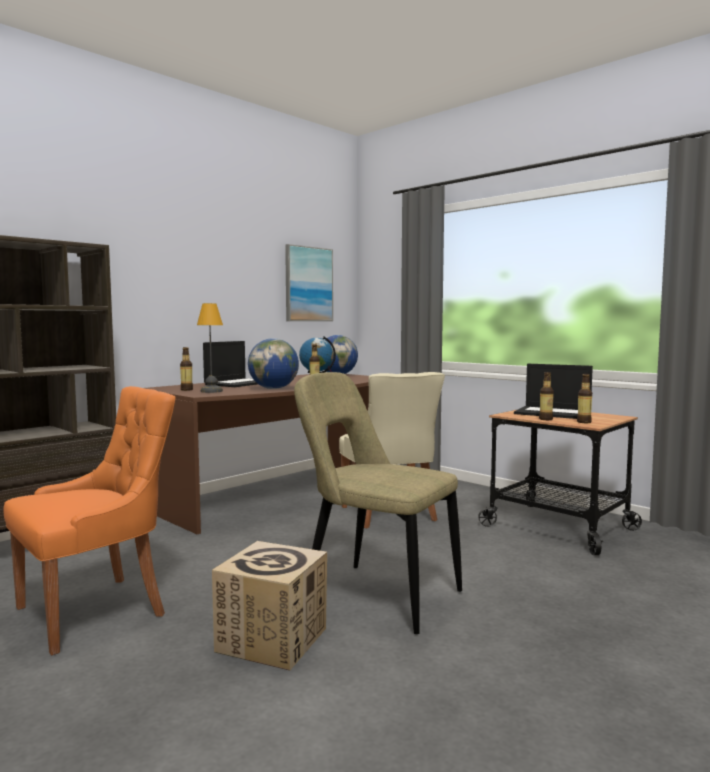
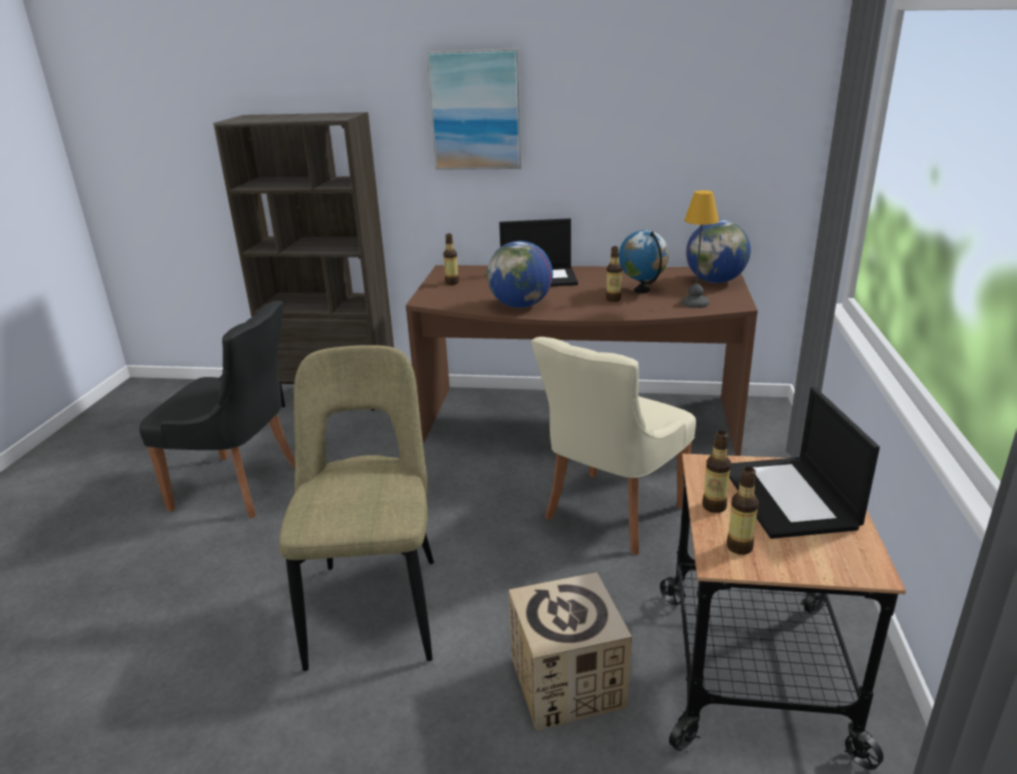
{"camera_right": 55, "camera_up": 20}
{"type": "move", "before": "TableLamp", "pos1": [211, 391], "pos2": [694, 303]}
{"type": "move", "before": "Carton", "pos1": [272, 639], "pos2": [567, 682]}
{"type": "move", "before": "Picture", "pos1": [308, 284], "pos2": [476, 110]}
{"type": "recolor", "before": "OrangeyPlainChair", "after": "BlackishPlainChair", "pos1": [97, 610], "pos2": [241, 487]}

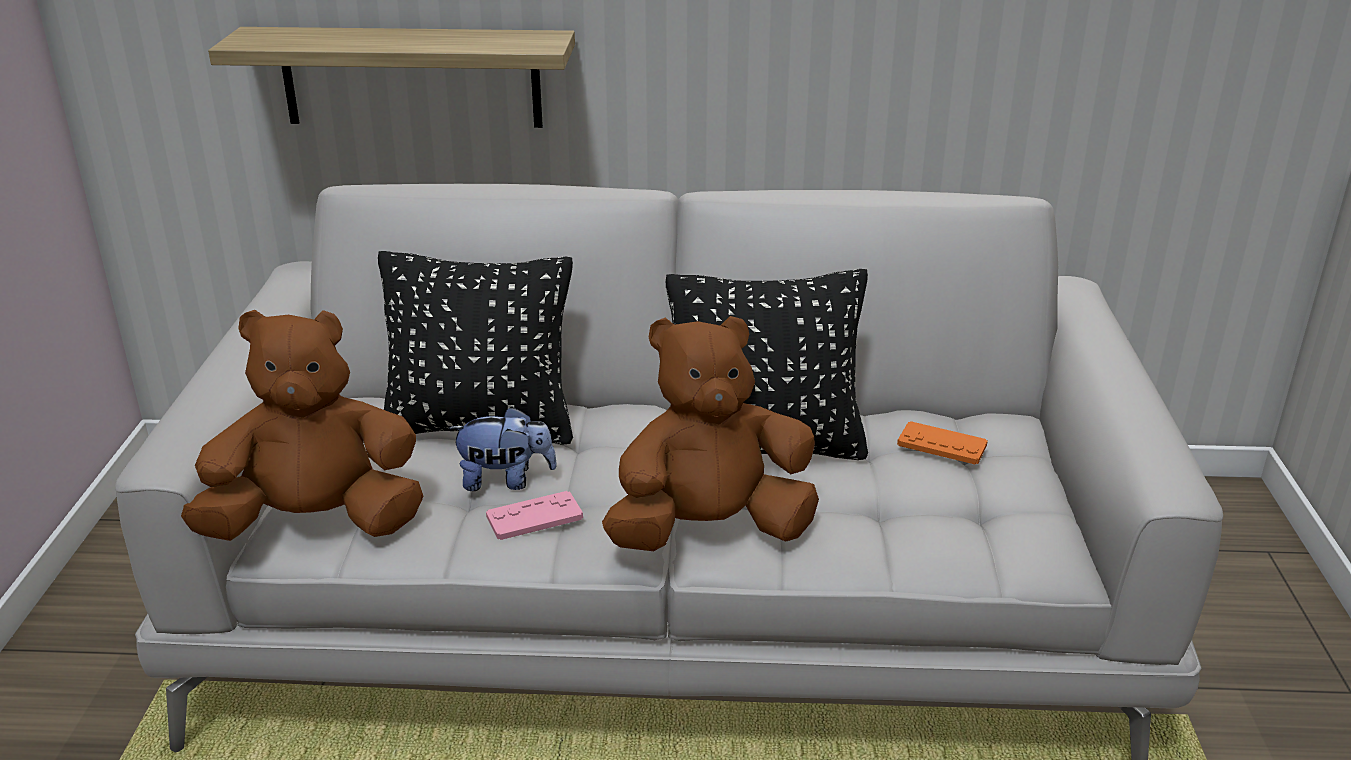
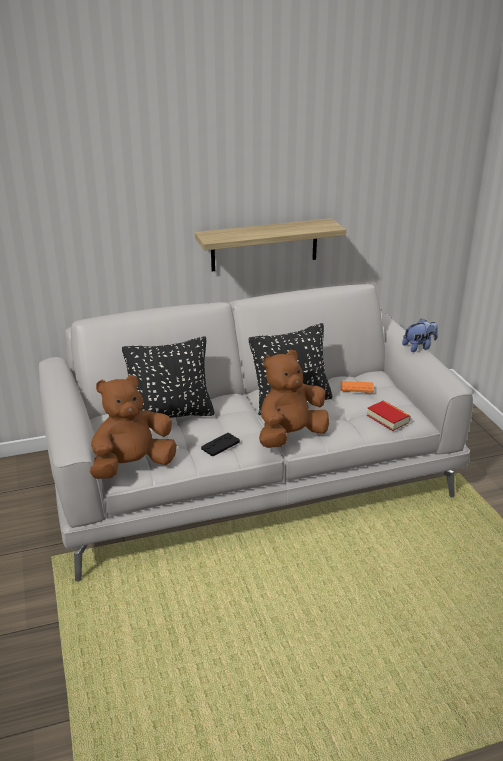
{"camera_right": -20, "camera_up": 0}
{"type": "insert", "after": "Book", "pos2": [388, 419]}
{"type": "move", "before": "Shelf", "pos1": [411, 77], "pos2": [264, 245]}
{"type": "move", "before": "CuddlyToy", "pos1": [506, 480], "pos2": [419, 347]}
{"type": "recolor", "before": "PinkGamepad", "after": "BlackishGamepad", "pos1": [534, 517], "pos2": [220, 445]}

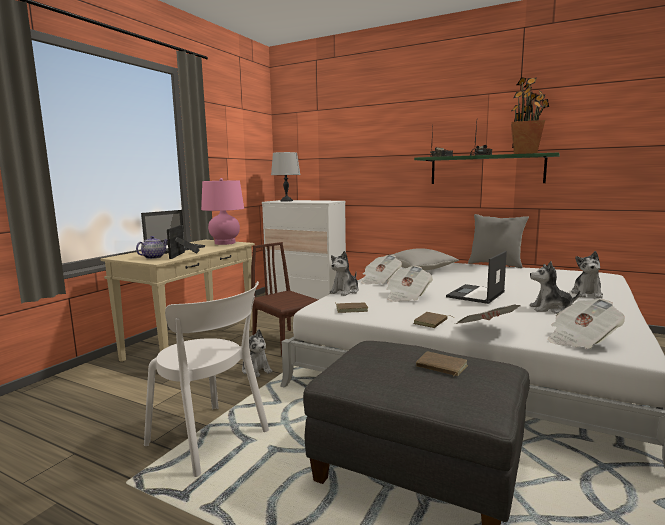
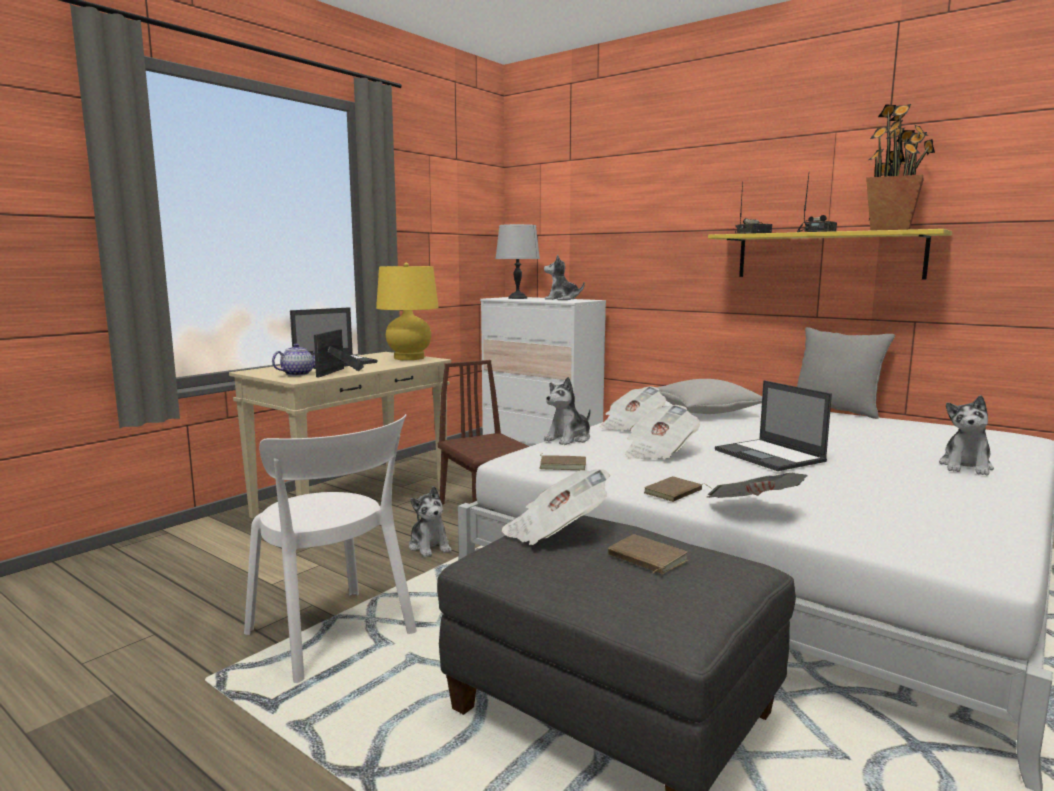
{"camera_right": 10, "camera_up": 0}
{"type": "move", "before": "CuddlyToy", "pos1": [551, 309], "pos2": [562, 299]}
{"type": "move", "before": "Newspaper", "pos1": [580, 340], "pos2": [555, 532]}
{"type": "recolor", "before": "PinkTableLamp", "after": "YellowishTableLamp", "pos1": [225, 243], "pos2": [409, 358]}
{"type": "recolor", "before": "GreenColouredShelf", "after": "YellowishShelf", "pos1": [486, 170], "pos2": [827, 255]}
{"type": "rotate", "before": "NotebookComputer", "pos1": [475, 294], "pos2": [770, 456], "turn": -75}

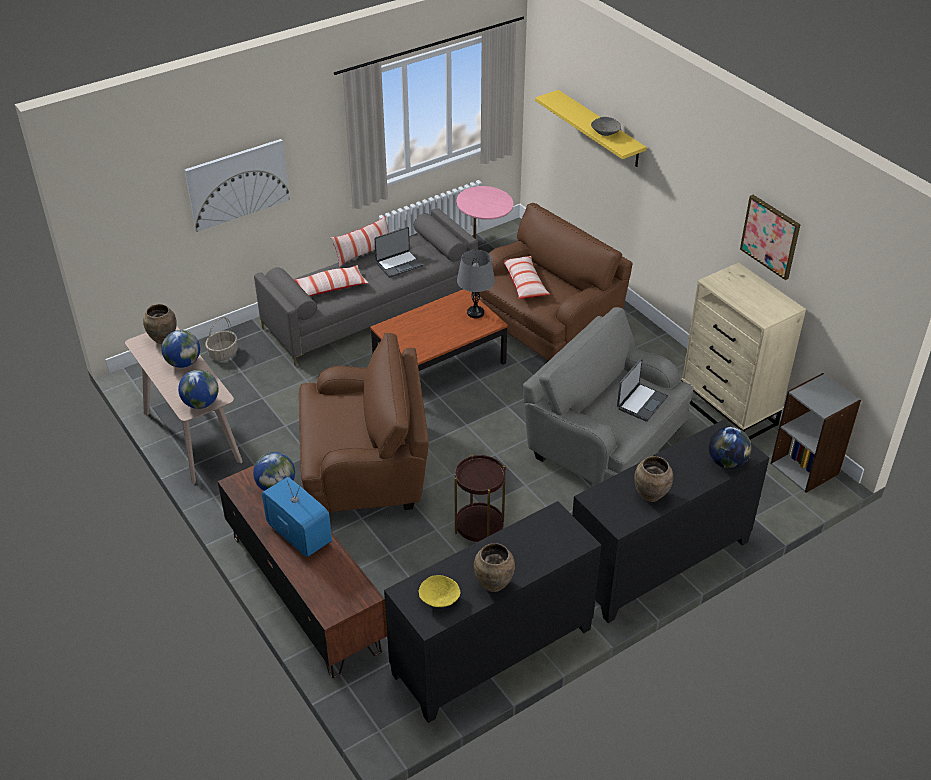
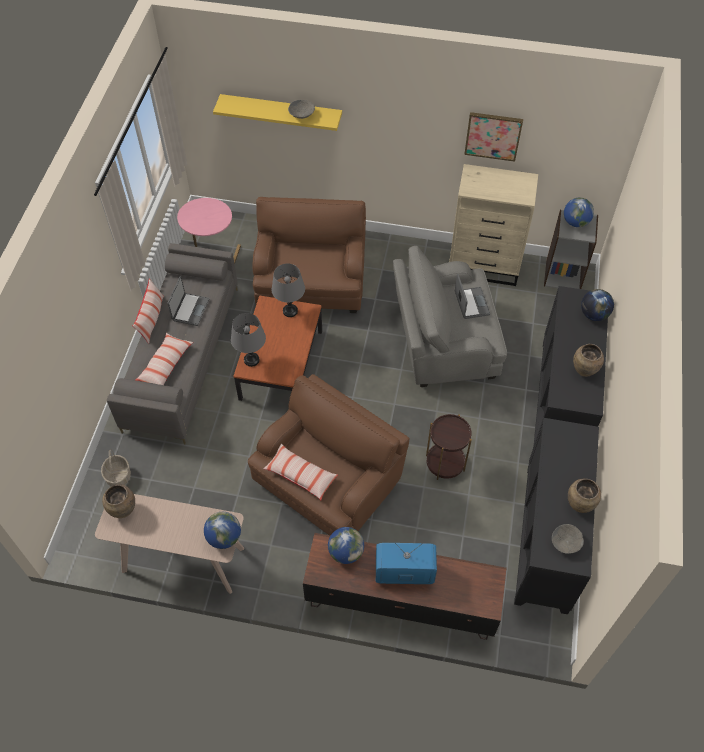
{"camera_right": -45, "camera_up": 15}
{"type": "delete", "before": "Picture", "pos1": [237, 184]}
{"type": "insert", "after": "GrayTableLamp", "pos2": [251, 360]}
{"type": "move", "before": "Globe", "pos1": [183, 363], "pos2": [575, 222]}
{"type": "move", "before": "ThrowPillow", "pos1": [524, 283], "pos2": [301, 475]}
{"type": "recolor", "before": "YellowishServingBowl", "after": "GrayServingBowl", "pos1": [439, 599], "pos2": [565, 542]}

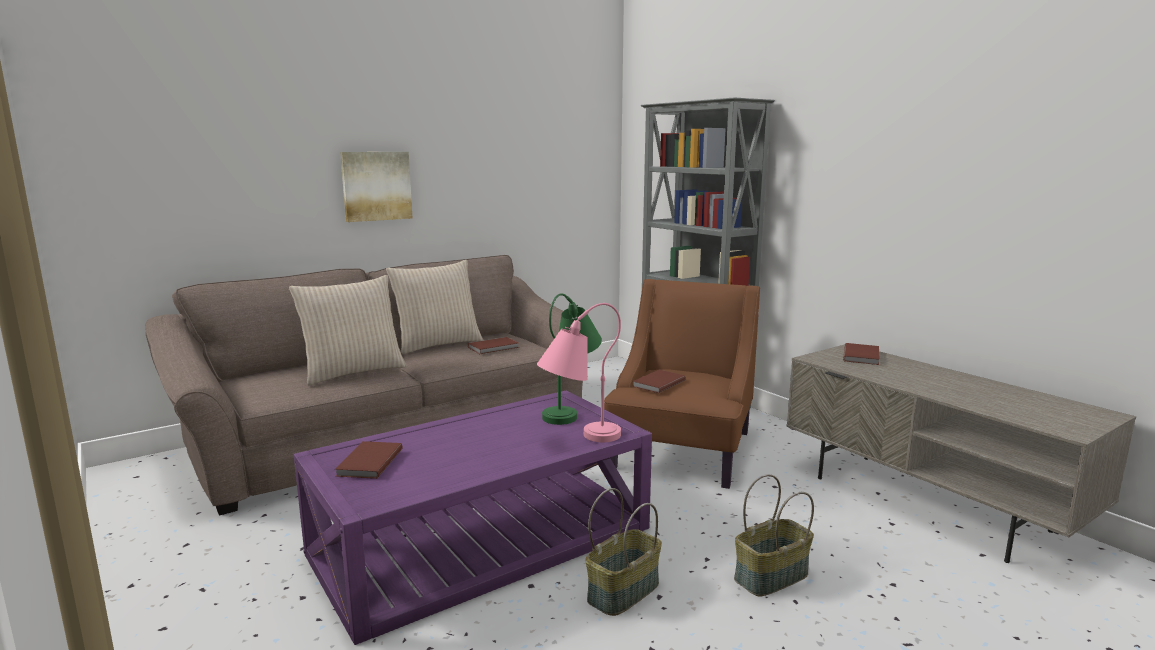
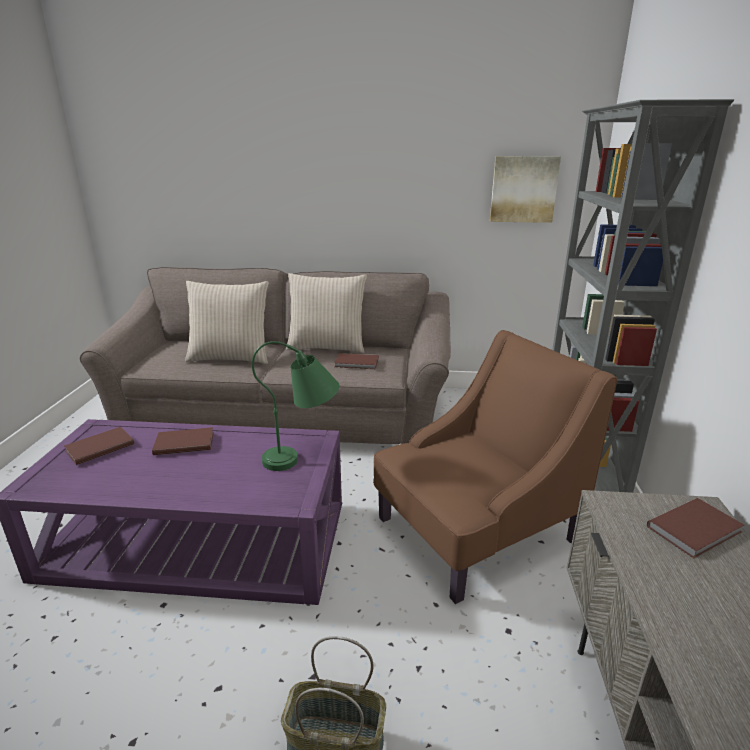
{"camera_right": 40, "camera_up": 10}
{"type": "delete", "before": "PinkTableLamp", "pos1": [578, 439]}
{"type": "delete", "before": "HouseholdBasket", "pos1": [623, 591]}
{"type": "move", "before": "Picture", "pos1": [376, 186], "pos2": [523, 189]}
{"type": "move", "before": "BrownBook", "pos1": [657, 383], "pos2": [183, 443]}

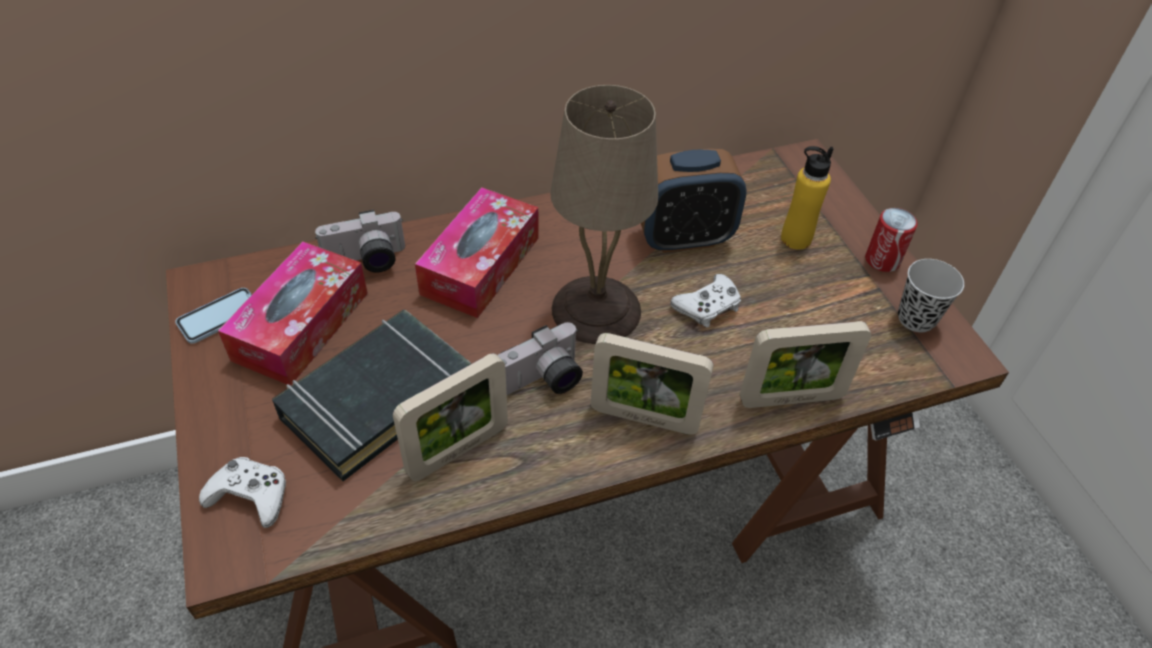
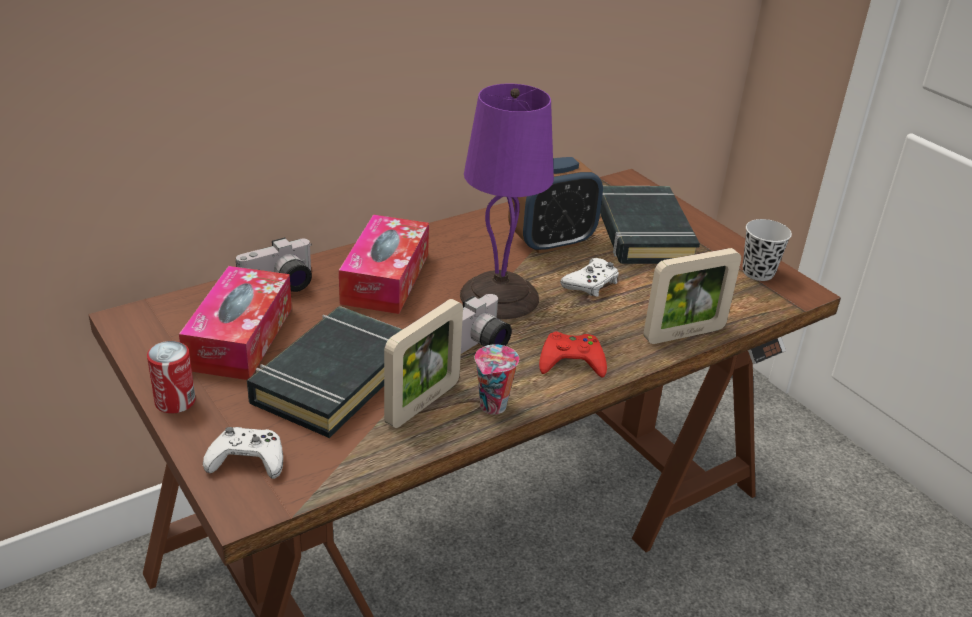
{"camera_right": -15, "camera_up": -15}
{"type": "delete", "before": "Phone", "pos1": [219, 317]}
{"type": "insert", "after": "DrinkingCup", "pos2": [493, 407]}
{"type": "move", "before": "Can", "pos1": [882, 260], "pos2": [175, 402]}
{"type": "replace", "before": "PictureFrame", "after": "RedGamepad", "pos1": [644, 418], "pos2": [571, 361]}
{"type": "replace", "before": "YellowishBeverageBottle", "after": "BlackishBook", "pos1": [795, 239], "pos2": [642, 233]}
{"type": "recolor", "before": "BeigeTableLamp", "after": "PurpleColouredTableLamp", "pos1": [597, 311], "pos2": [500, 297]}

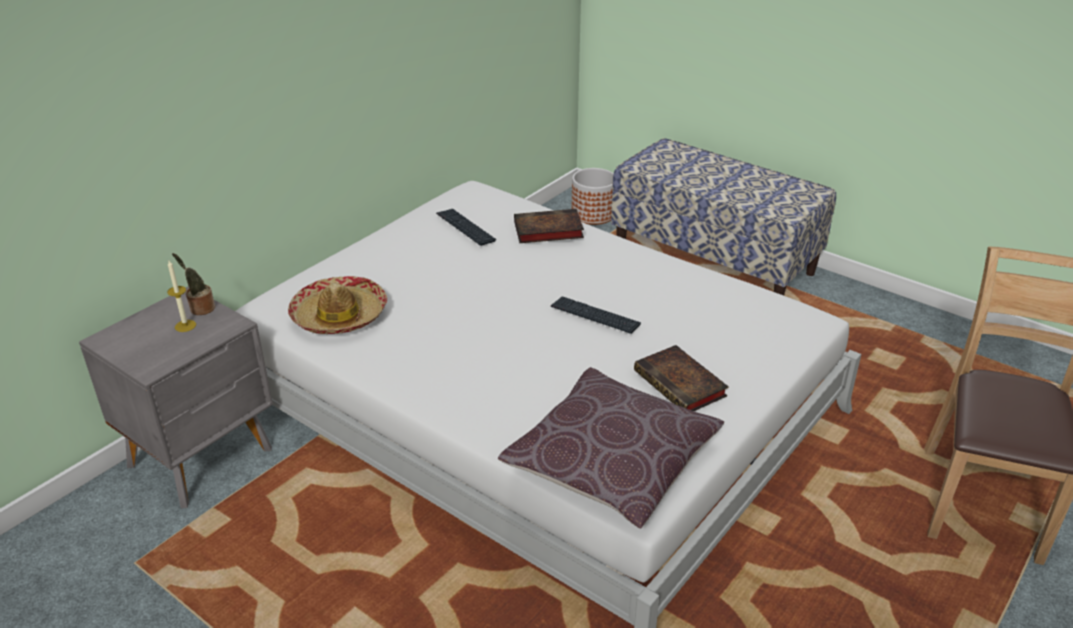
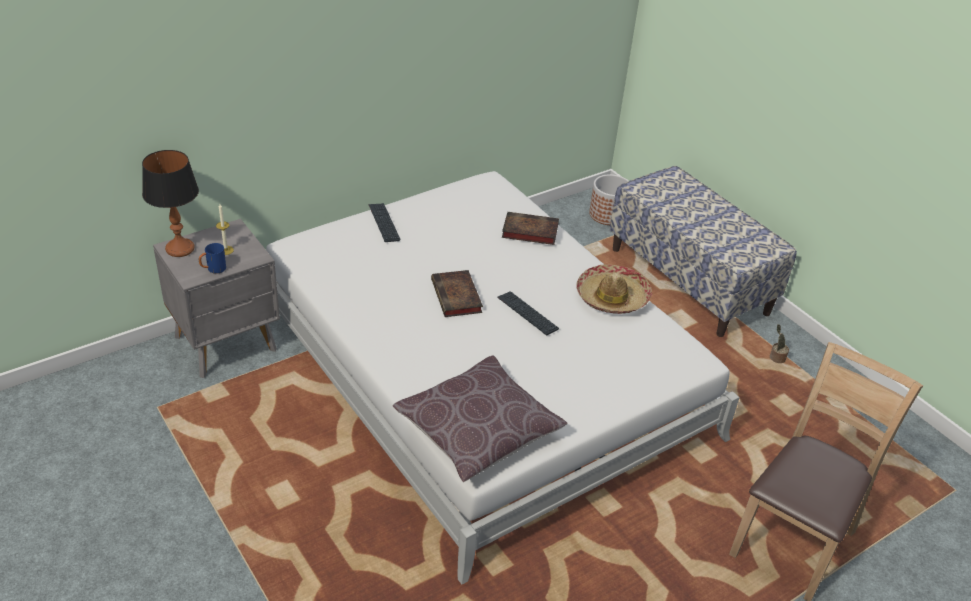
{"camera_right": 15, "camera_up": 5}
{"type": "insert", "after": "TableLamp", "pos2": [179, 248]}
{"type": "insert", "after": "BlueColouredTeaMug", "pos2": [213, 269]}
{"type": "move", "before": "Houseplant", "pos1": [200, 308], "pos2": [776, 358]}
{"type": "move", "before": "WearableHat", "pos1": [339, 316], "pos2": [612, 297]}
{"type": "move", "before": "ComputerKeyboard", "pos1": [465, 228], "pos2": [384, 223]}
{"type": "move", "before": "Book", "pos1": [682, 385], "pos2": [457, 298]}

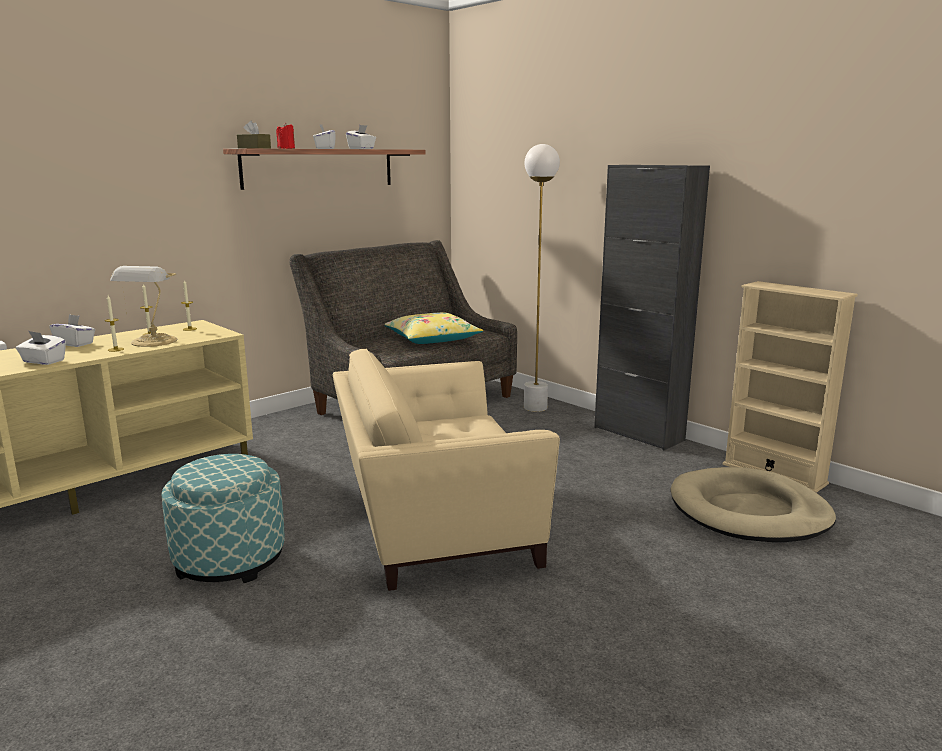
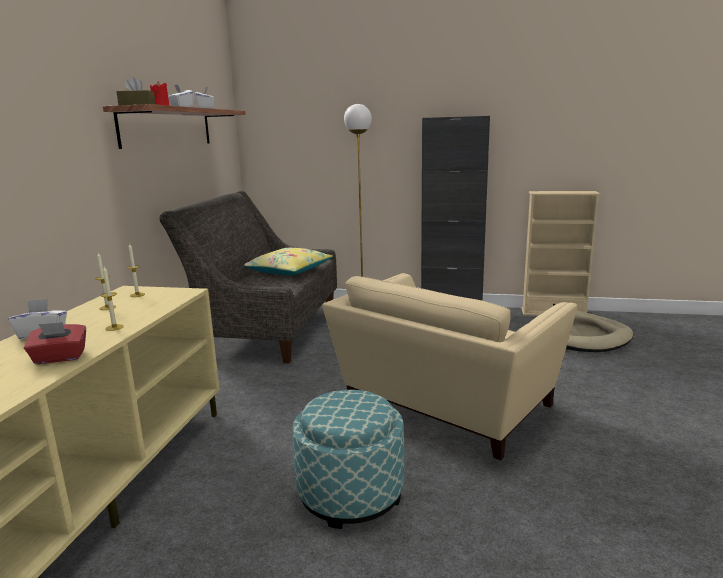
{"camera_right": -35, "camera_up": 0}
{"type": "delete", "before": "TableLamp", "pos1": [153, 342]}
{"type": "recolor", "before": "WhiteTissueHolder", "after": "RedTissueHolder", "pos1": [43, 361], "pos2": [59, 358]}

